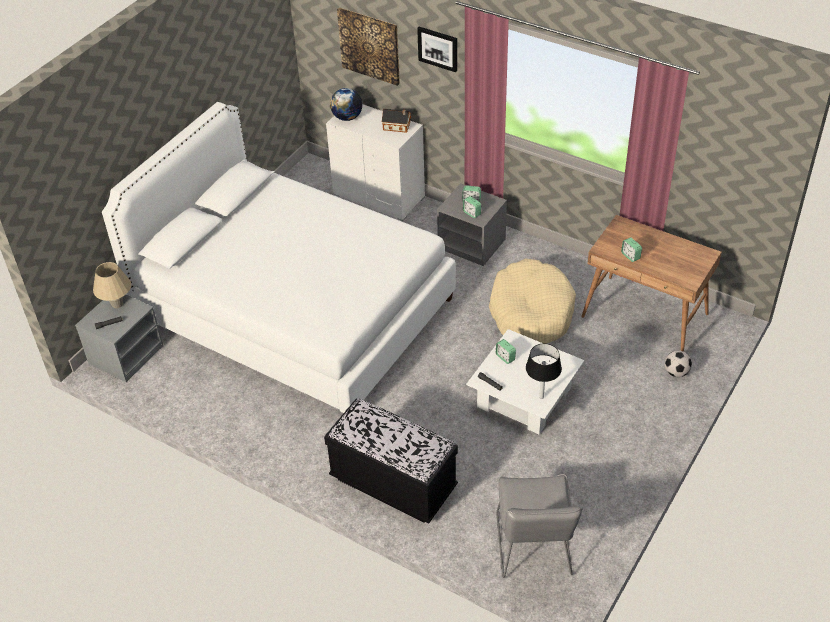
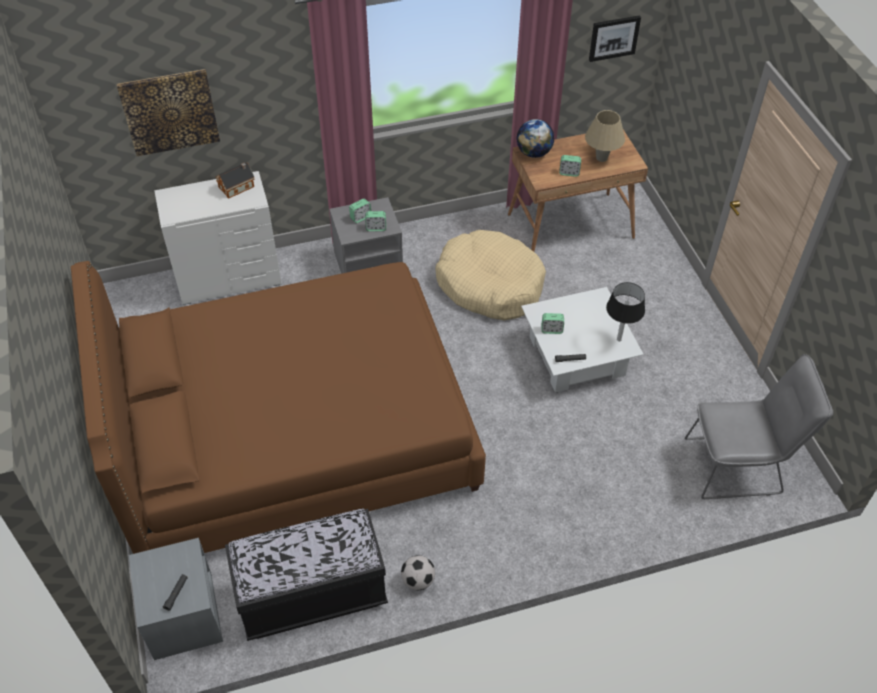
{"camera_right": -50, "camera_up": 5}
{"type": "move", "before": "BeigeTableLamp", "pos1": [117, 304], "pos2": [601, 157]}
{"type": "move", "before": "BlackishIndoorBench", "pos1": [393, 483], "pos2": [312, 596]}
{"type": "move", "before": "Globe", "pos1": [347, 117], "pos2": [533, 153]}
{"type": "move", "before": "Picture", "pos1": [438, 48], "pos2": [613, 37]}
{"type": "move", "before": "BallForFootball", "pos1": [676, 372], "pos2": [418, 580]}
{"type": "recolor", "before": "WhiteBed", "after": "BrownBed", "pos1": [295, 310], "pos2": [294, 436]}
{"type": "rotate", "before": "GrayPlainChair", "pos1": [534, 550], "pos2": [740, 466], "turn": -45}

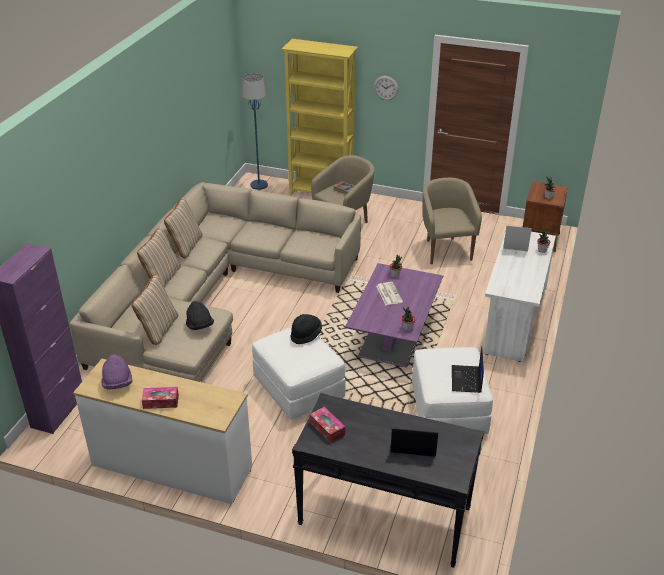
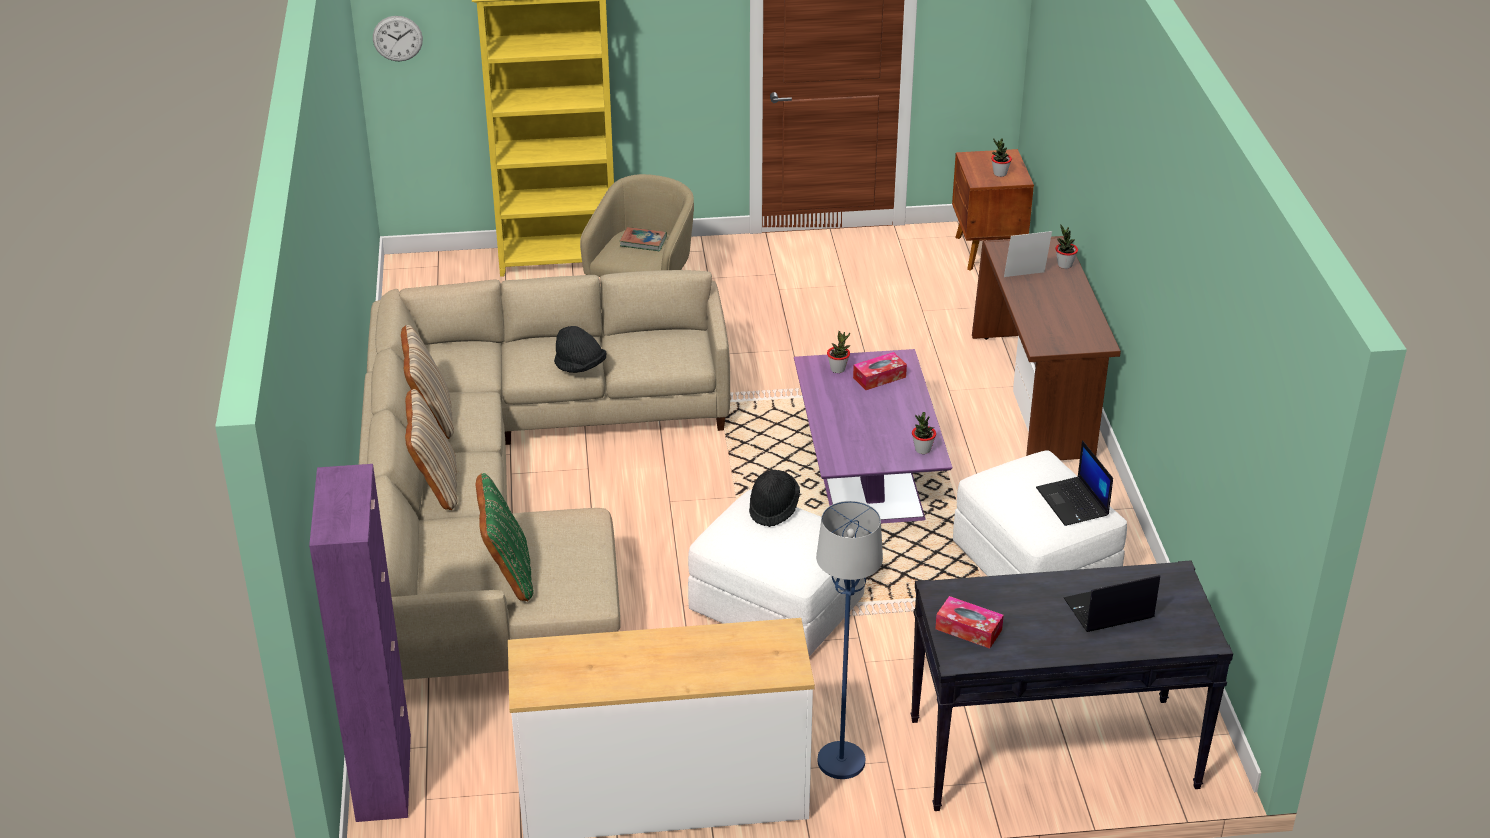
{"camera_right": -25, "camera_up": 0}
{"type": "delete", "before": "PurpleColouredWearableHat", "pos1": [118, 383]}
{"type": "delete", "before": "Newspaper", "pos1": [388, 293]}
{"type": "delete", "before": "BeigeLoungeChair", "pos1": [445, 250]}
{"type": "move", "before": "TissueHolder", "pos1": [161, 402], "pos2": [879, 377]}
{"type": "move", "before": "BlackishWearableHat", "pos1": [199, 326], "pos2": [580, 366]}
{"type": "move", "before": "BlueColouredStandingLamp", "pos1": [259, 185], "pos2": [840, 761]}
{"type": "move", "before": "ClockOnTheWall", "pos1": [386, 88], "pos2": [397, 38]}
{"type": "recolor", "before": "BeigeThrowPillow", "after": "GreenColouredThrowPillow", "pos1": [158, 329], "pos2": [507, 573]}
{"type": "recolor", "before": "WhiteDesk", "after": "BrownDesk", "pos1": [513, 320], "pos2": [1035, 396]}

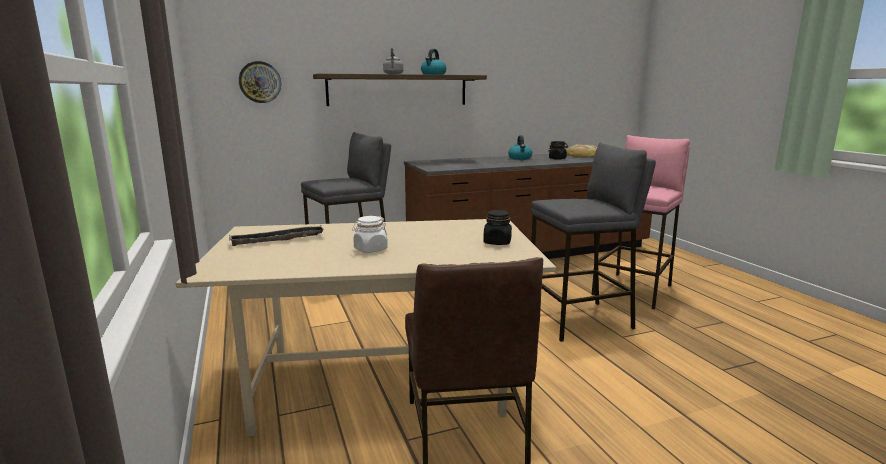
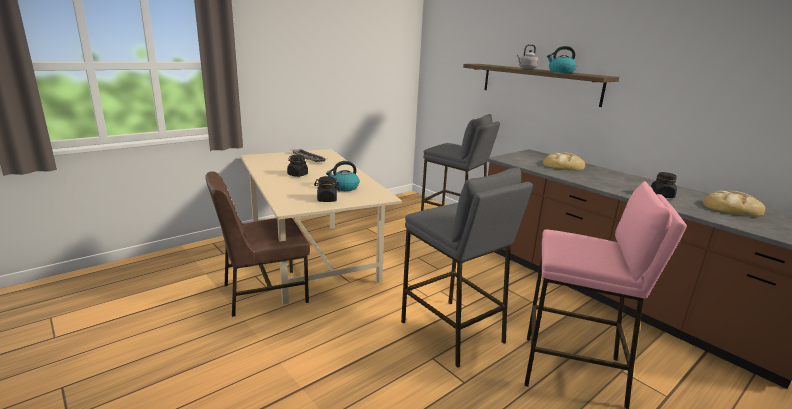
{"camera_right": 70, "camera_up": 5}
{"type": "delete", "before": "ClockOnTheWall", "pos1": [260, 82]}
{"type": "insert", "after": "BakedBread", "pos2": [563, 165]}
{"type": "move", "before": "TeaKettle", "pos1": [520, 158], "pos2": [344, 187]}
{"type": "recolor", "before": "WhiteJar", "after": "BlackishJar", "pos1": [370, 249], "pos2": [297, 175]}

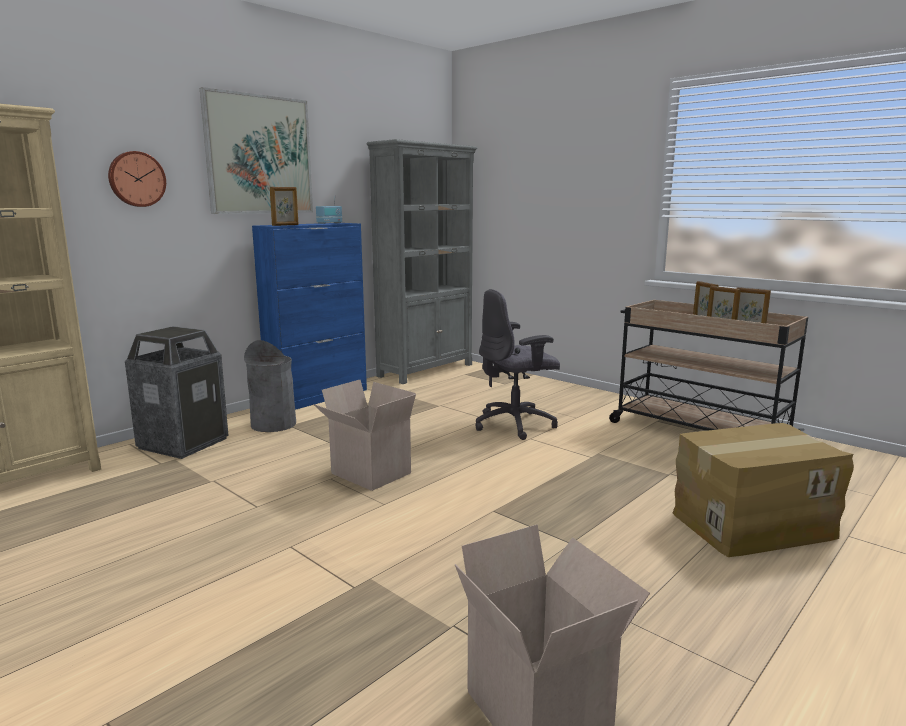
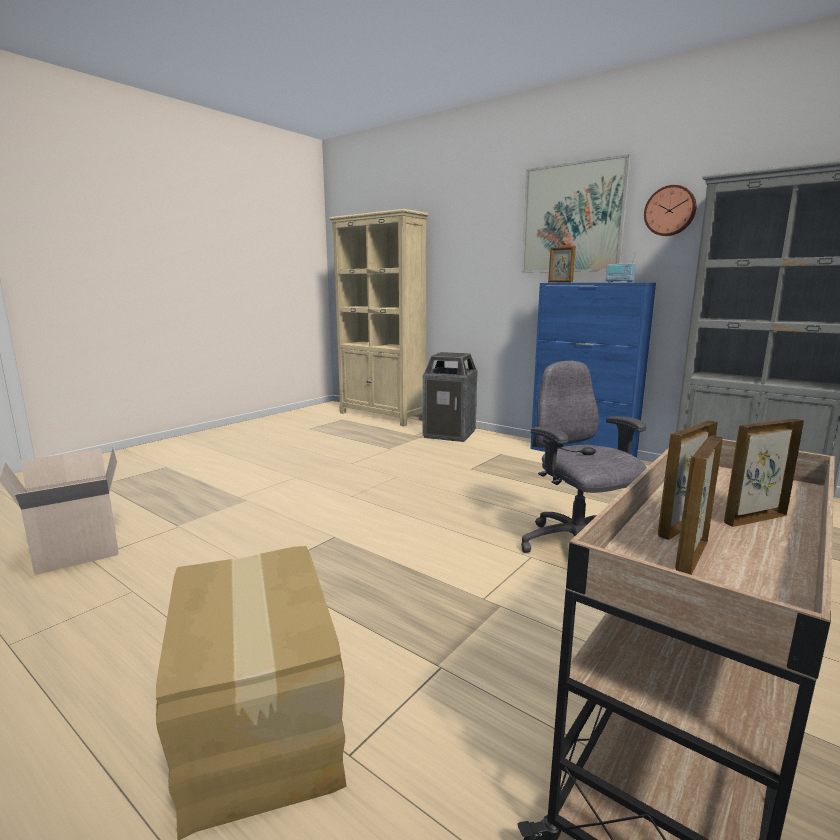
{"camera_right": 85, "camera_up": 0}
{"type": "delete", "before": "GrayWasteBin", "pos1": [273, 424]}
{"type": "delete", "before": "Carton", "pos1": [368, 474]}
{"type": "move", "before": "ClockOnTheWall", "pos1": [136, 179], "pos2": [670, 211]}

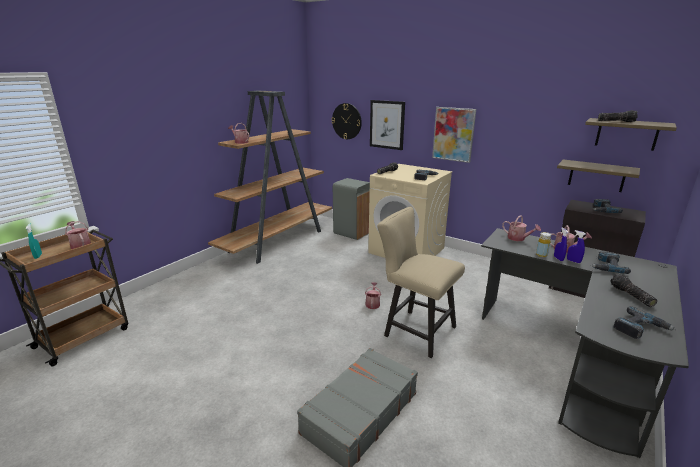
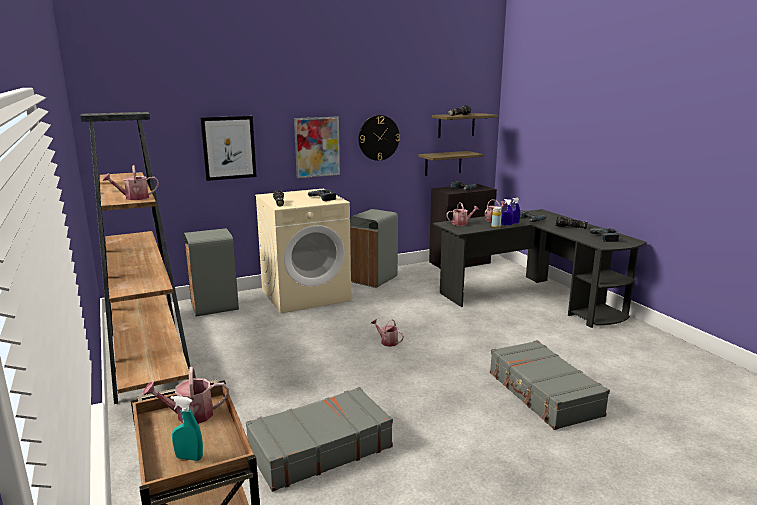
{"camera_right": -60, "camera_up": -5}
{"type": "delete", "before": "BeigePlainChair", "pos1": [415, 330]}
{"type": "insert", "after": "GraySuitcase", "pos2": [319, 449]}
{"type": "insert", "after": "GrayWasteBin", "pos2": [374, 279]}
{"type": "move", "before": "ClockOnTheWall", "pos1": [347, 121], "pos2": [378, 138]}

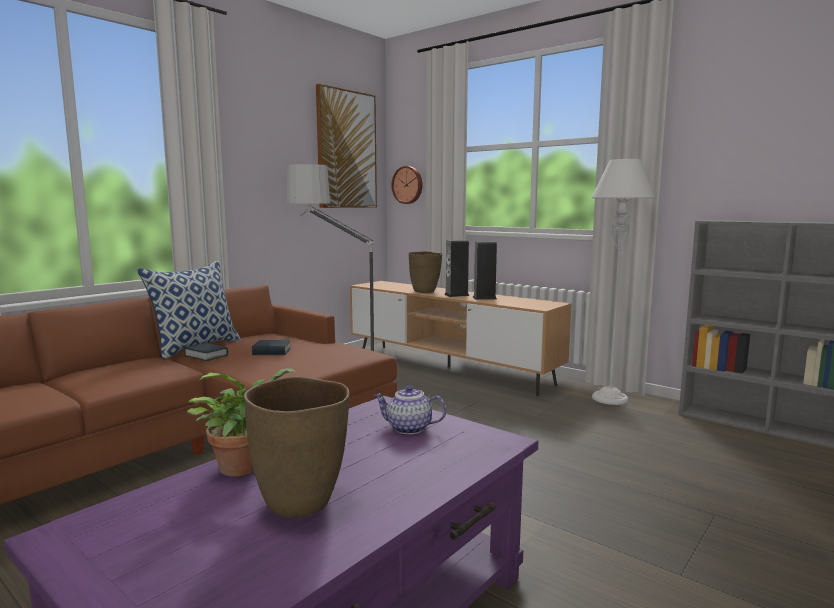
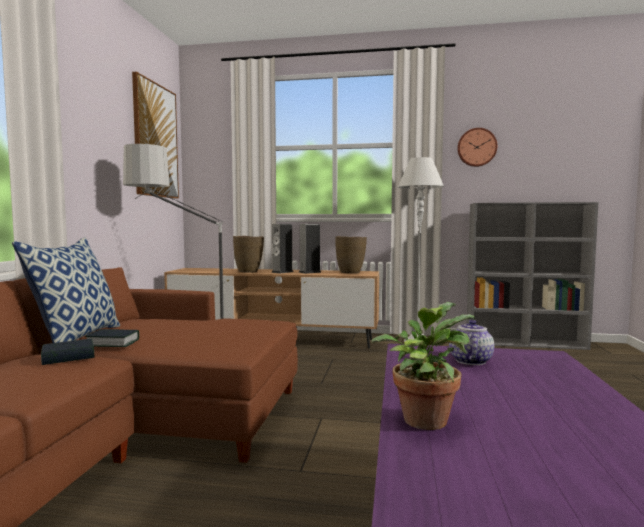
{"camera_right": -30, "camera_up": -5}
{"type": "move", "before": "BrownFlowerVase", "pos1": [301, 502], "pos2": [350, 272]}
{"type": "move", "before": "Book", "pos1": [272, 351], "pos2": [68, 357]}
{"type": "move", "before": "ClockOnTheWall", "pos1": [408, 185], "pos2": [476, 147]}
{"type": "rotate", "before": "TeaPot", "pos1": [408, 428], "pos2": [470, 360], "turn": 120}

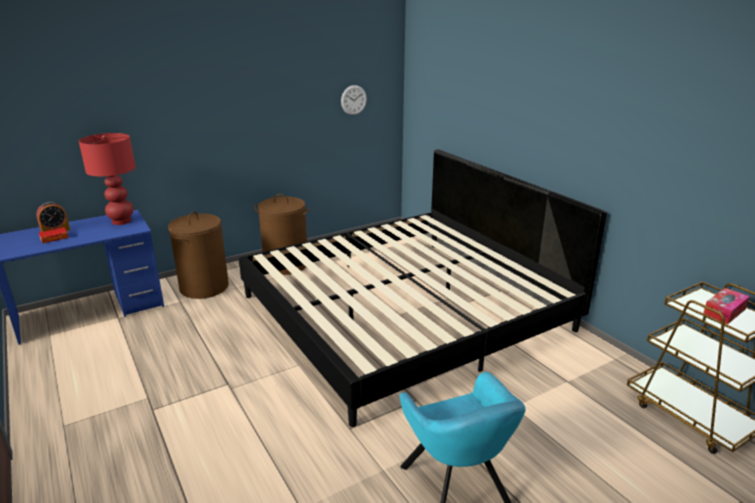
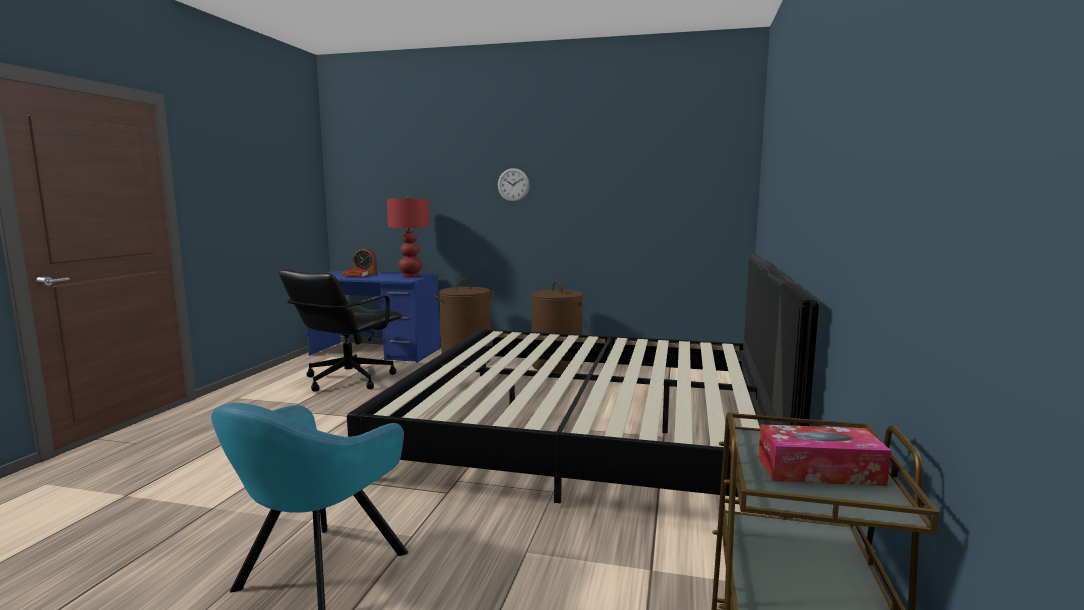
{"camera_right": 45, "camera_up": -15}
{"type": "insert", "after": "BlackishDeskChair", "pos2": [347, 379]}
{"type": "move", "before": "ClockOnTheWall", "pos1": [353, 100], "pos2": [513, 185]}

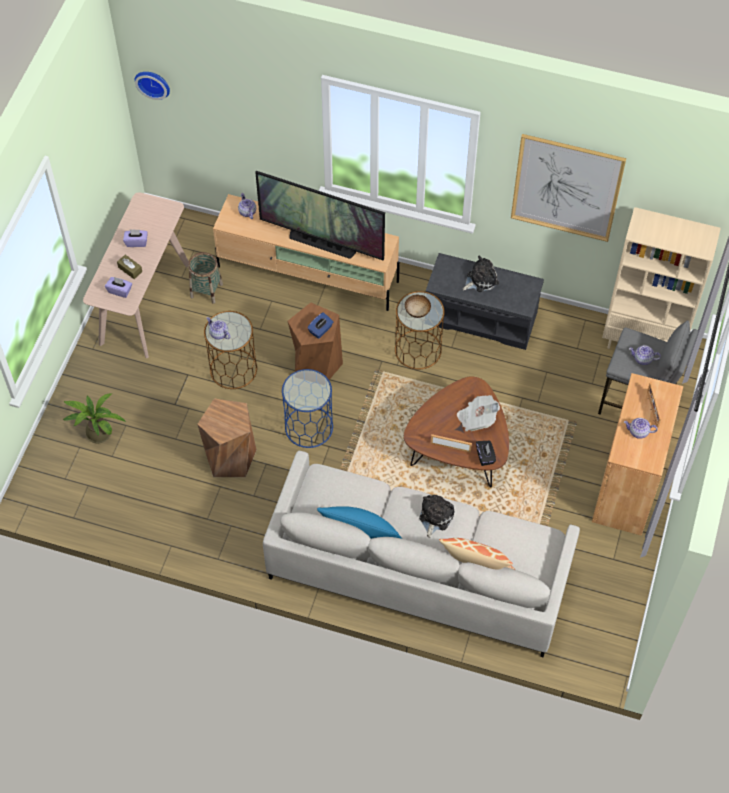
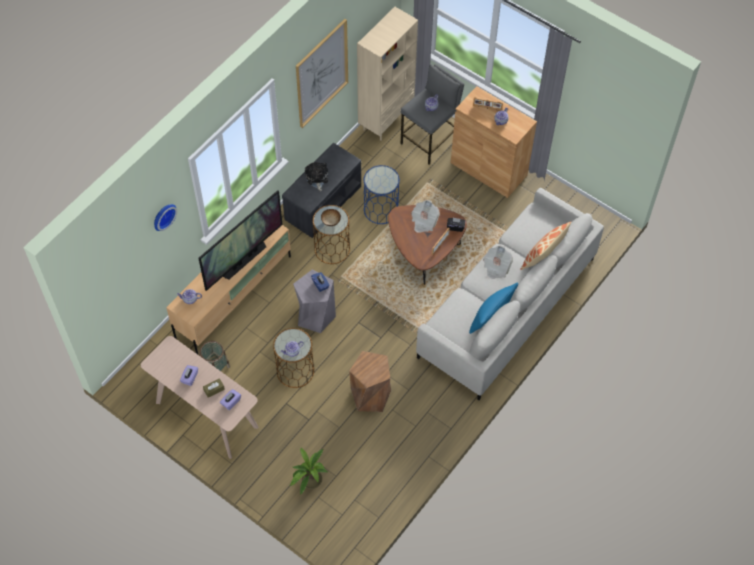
{"camera_right": -70, "camera_up": 0}
{"type": "move", "before": "ClockOnTheWall", "pos1": [153, 82], "pos2": [163, 216]}
{"type": "move", "before": "BlueColouredAccentTable", "pos1": [309, 427], "pos2": [381, 209]}
{"type": "replace", "before": "CuddlyToy", "after": "Newspaper", "pos1": [435, 517], "pos2": [496, 267]}
{"type": "recolor", "before": "BrownStool", "after": "GrayStool", "pos1": [316, 364], "pos2": [315, 316]}

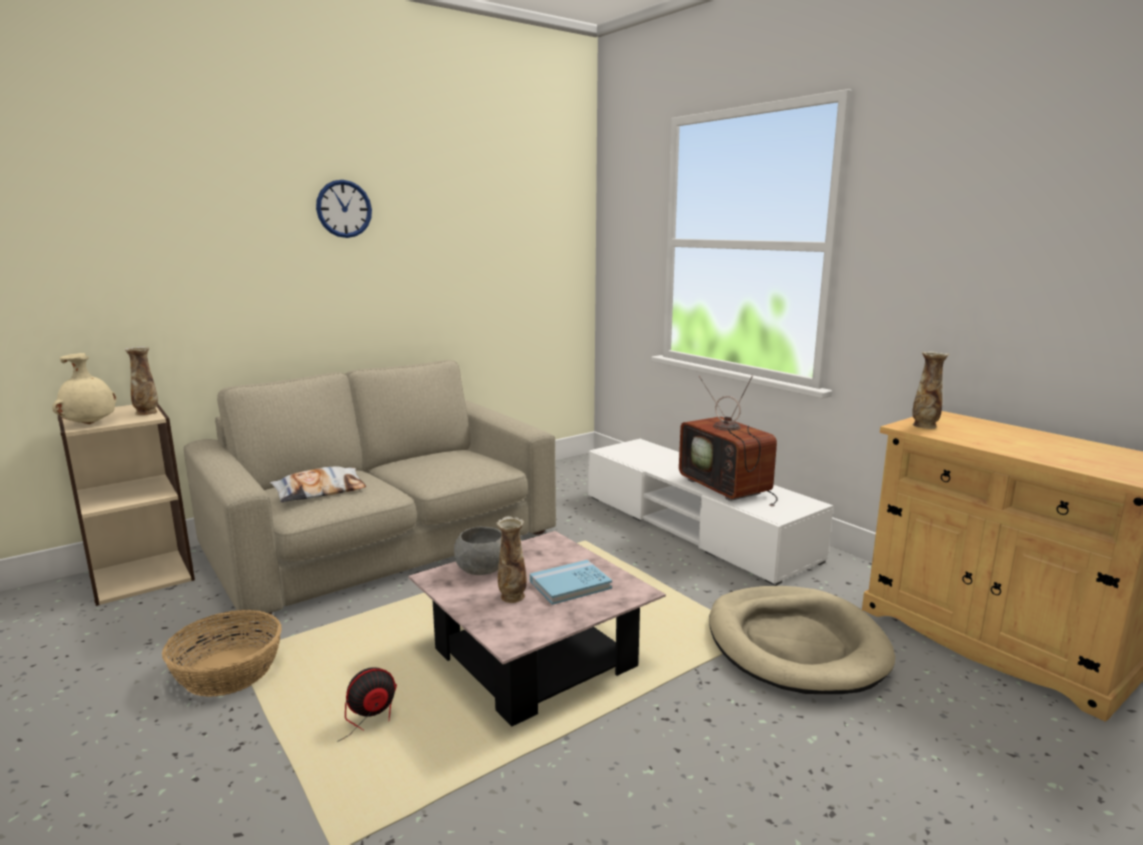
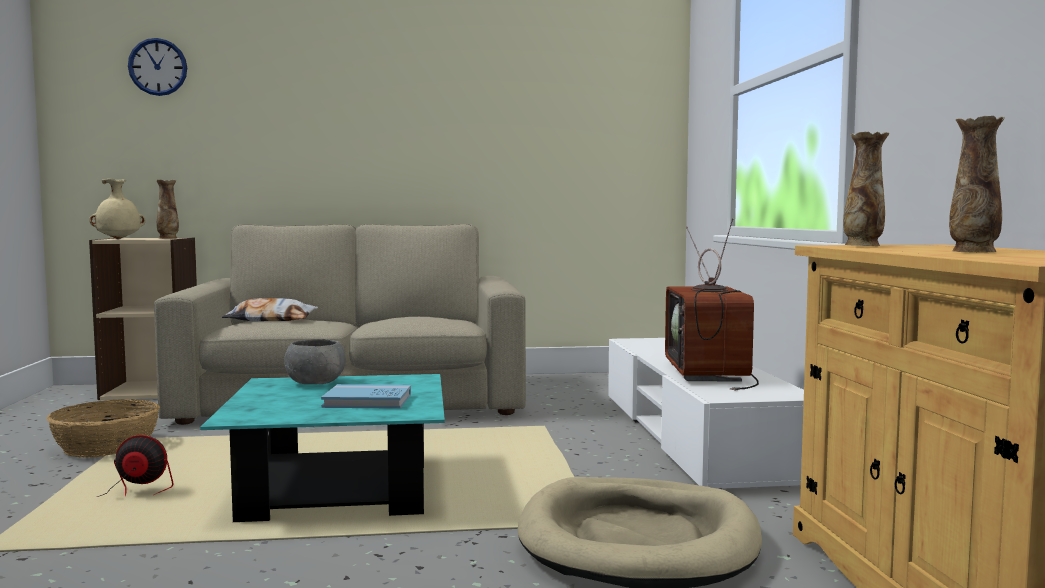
{"camera_right": 30, "camera_up": -10}
{"type": "move", "before": "ClockOnTheWall", "pos1": [344, 209], "pos2": [158, 67]}
{"type": "move", "before": "FlowerVase", "pos1": [512, 597], "pos2": [973, 251]}
{"type": "recolor", "before": "PinkCoffeeTable", "after": "BlueGreenCoffeeTable", "pos1": [534, 658], "pos2": [339, 489]}

